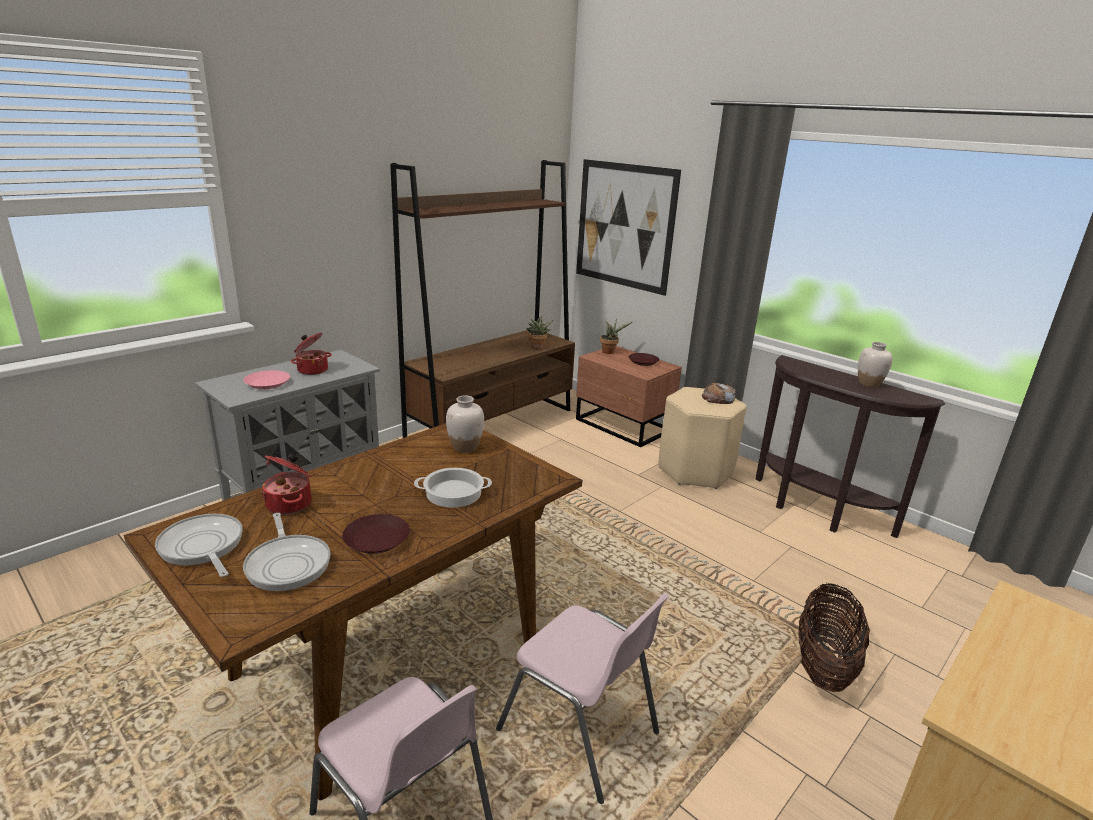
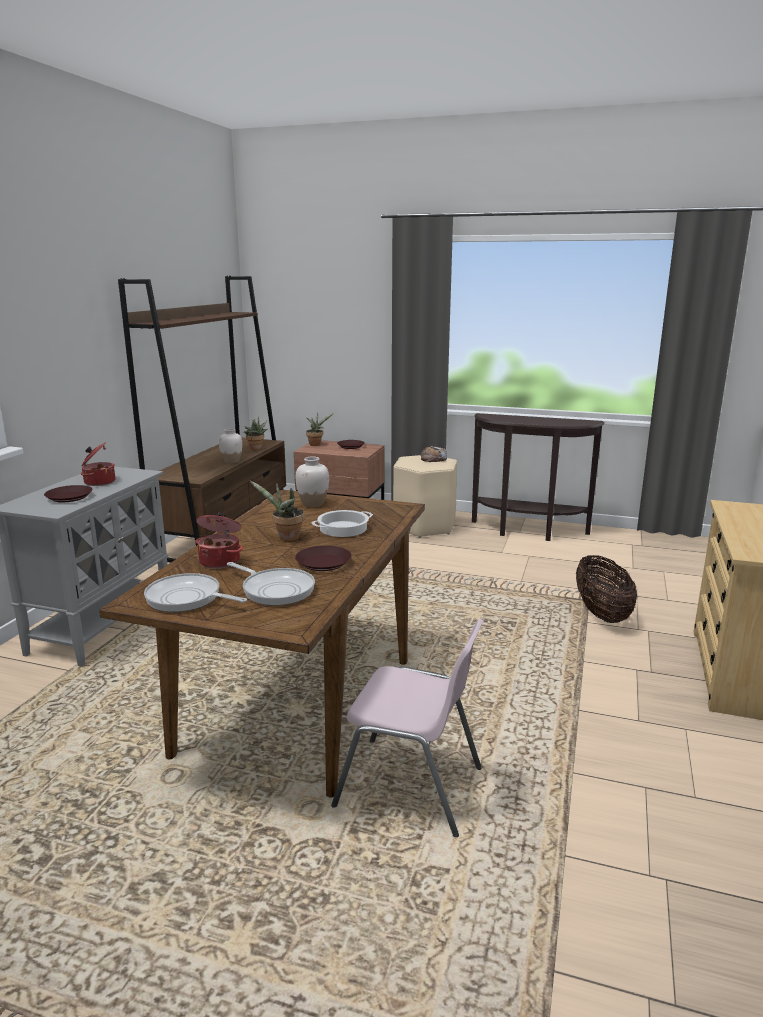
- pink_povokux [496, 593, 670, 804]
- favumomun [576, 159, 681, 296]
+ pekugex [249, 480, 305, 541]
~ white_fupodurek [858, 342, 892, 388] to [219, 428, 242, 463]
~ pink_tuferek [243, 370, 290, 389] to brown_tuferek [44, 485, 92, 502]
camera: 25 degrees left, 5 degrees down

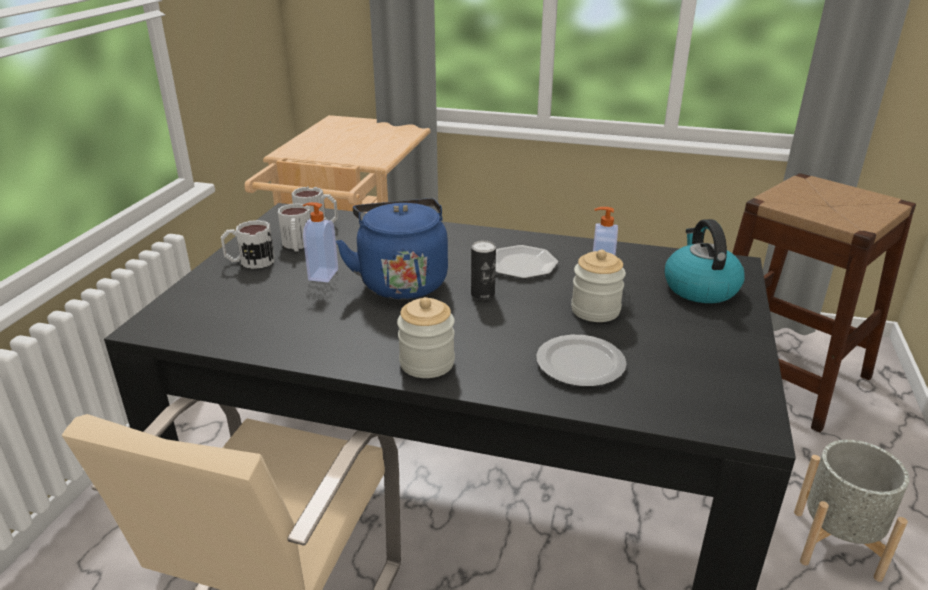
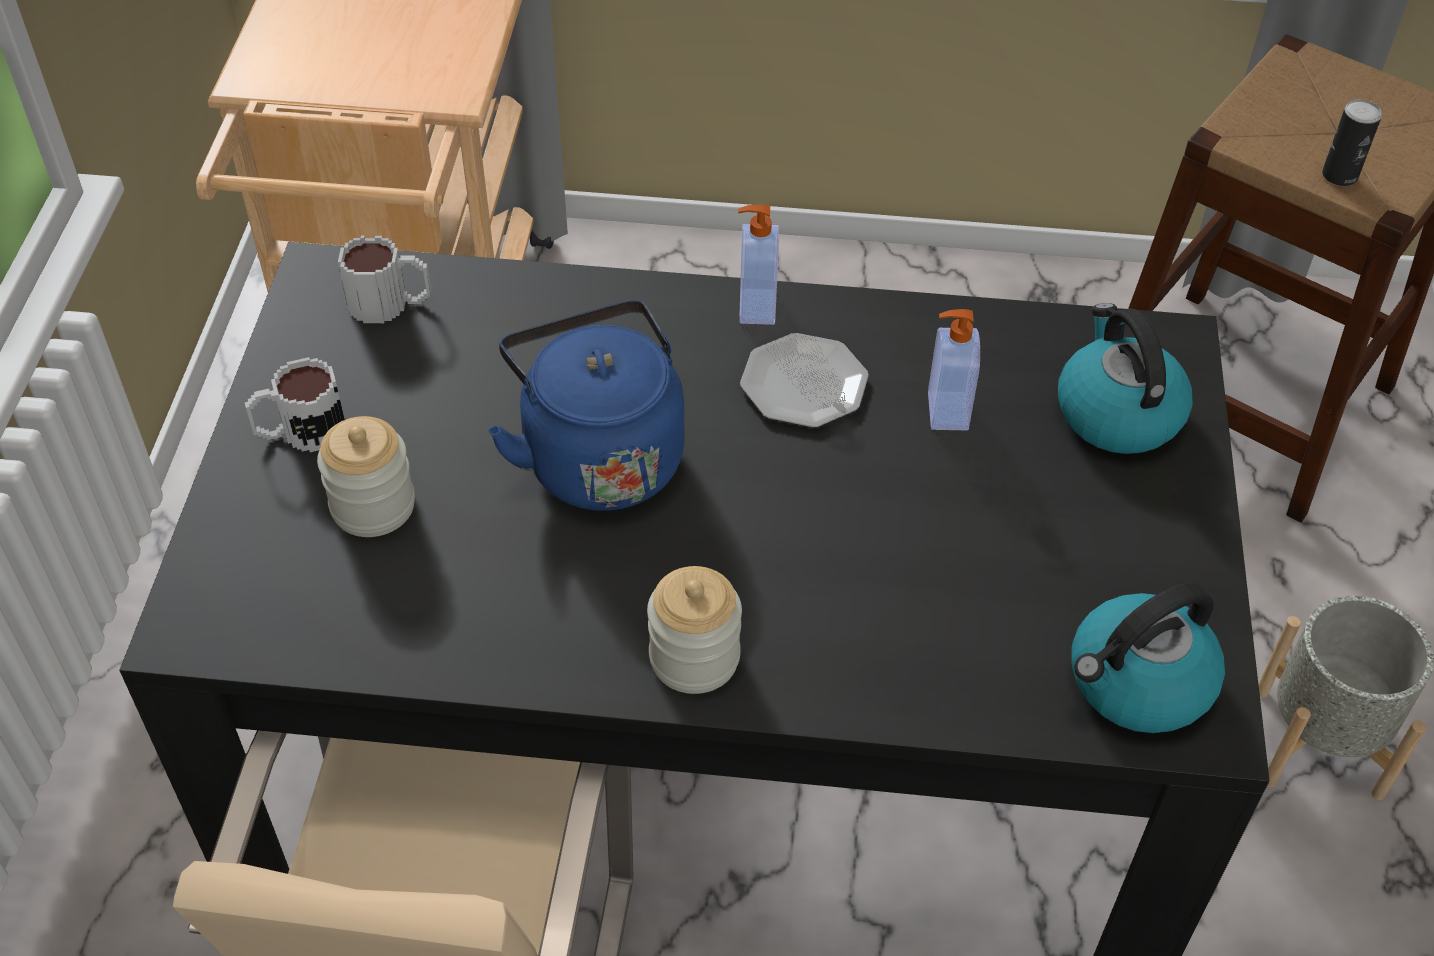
- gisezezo [278, 203, 311, 251]
- tuferek [536, 335, 627, 387]
+ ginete [1072, 583, 1225, 733]
~ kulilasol [303, 202, 338, 282] to [738, 204, 779, 325]
~ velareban [471, 241, 496, 300] to [1322, 99, 1382, 186]
~ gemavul [571, 250, 626, 322] to [317, 416, 415, 537]
camera: 10 degrees left, 20 degrees up

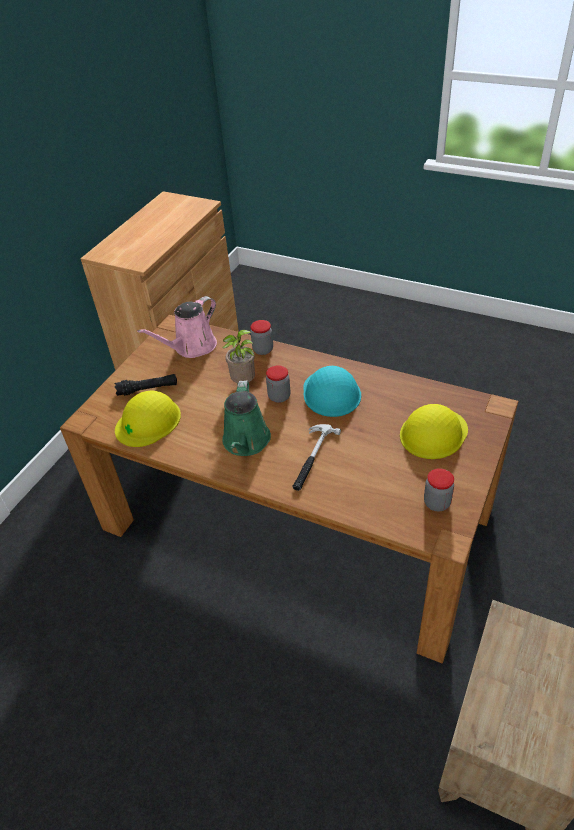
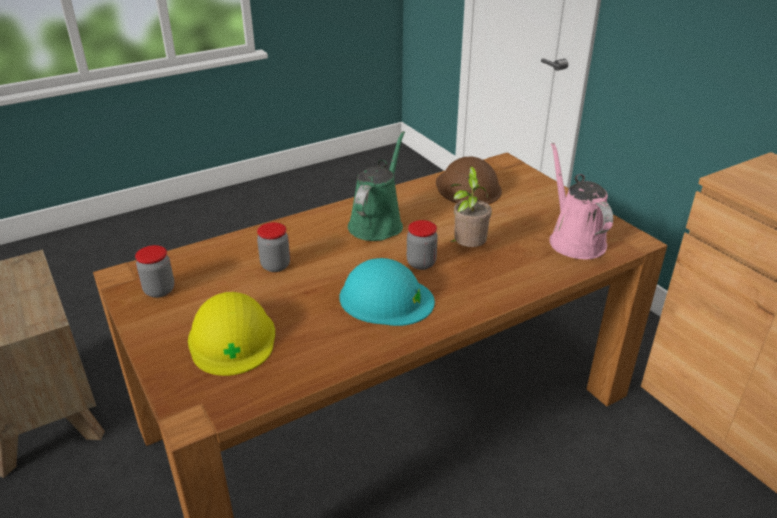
- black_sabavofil [115, 374, 177, 396]
- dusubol [292, 424, 341, 491]
~ gemavul [251, 320, 273, 355] to [257, 222, 290, 272]
~ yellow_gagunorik [115, 391, 181, 447] to brown_gagunorik [436, 157, 502, 204]
~ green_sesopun [222, 380, 271, 456] = [348, 131, 405, 241] 75 degrees clockwise
camera: 120 degrees right, 10 degrees down

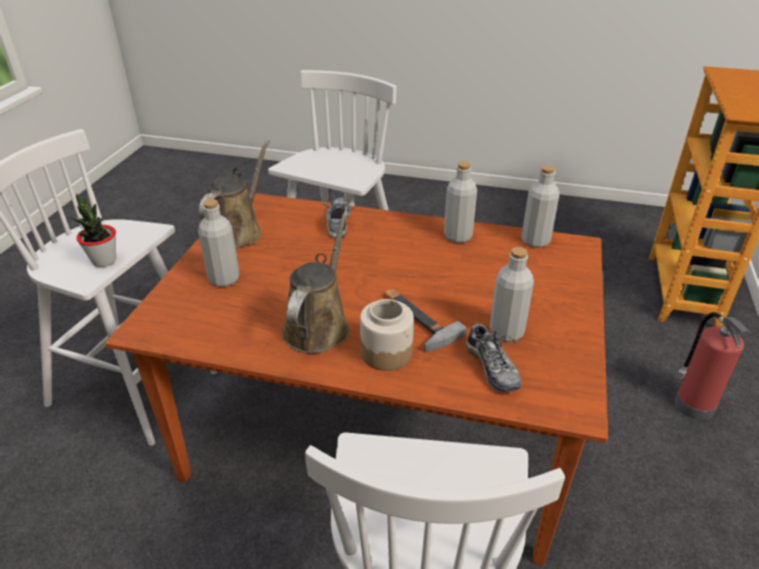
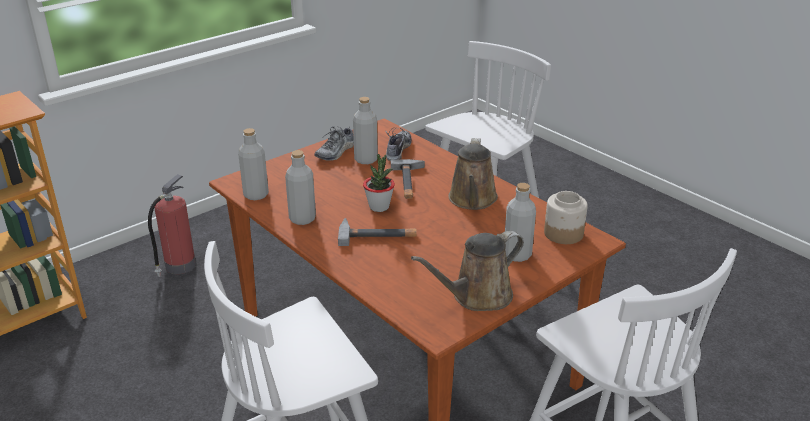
+ dusubol [338, 218, 417, 246]
~ pekugex [72, 193, 116, 267] to [363, 154, 395, 212]
~ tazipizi [321, 196, 355, 238] to [314, 126, 354, 161]
~ gemavul [360, 299, 414, 371] to [544, 191, 588, 244]
~ brown_sesopun [282, 211, 349, 354] = [448, 138, 498, 210] 45 degrees counterclockwise
camera: 145 degrees left, 5 degrees down

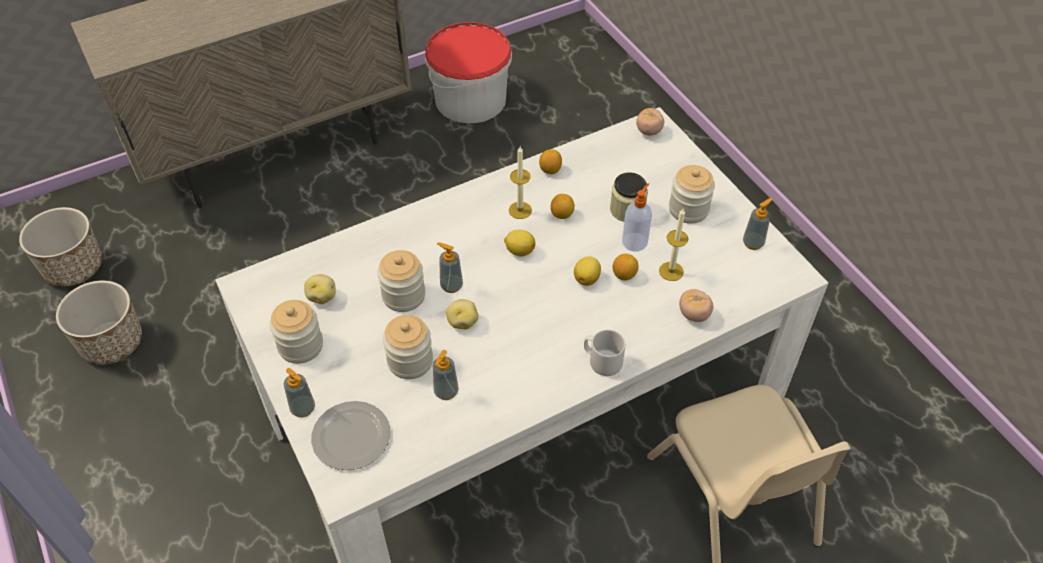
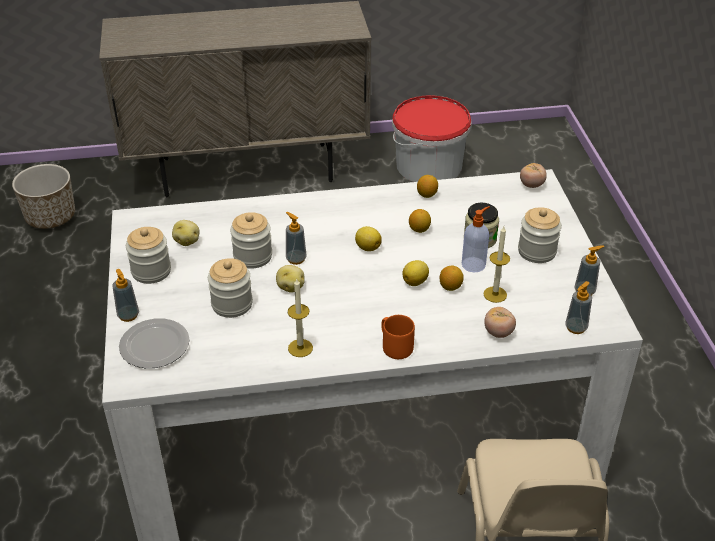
- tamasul [56, 280, 142, 365]
~ kulilasol [433, 350, 459, 400] to [565, 281, 592, 334]
~ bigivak [509, 146, 532, 219] to [288, 279, 313, 357]
~ grey_gisezezo [584, 330, 625, 376] to orange_gisezezo [381, 315, 415, 359]
camera: 20 degrees right, 10 degrees down

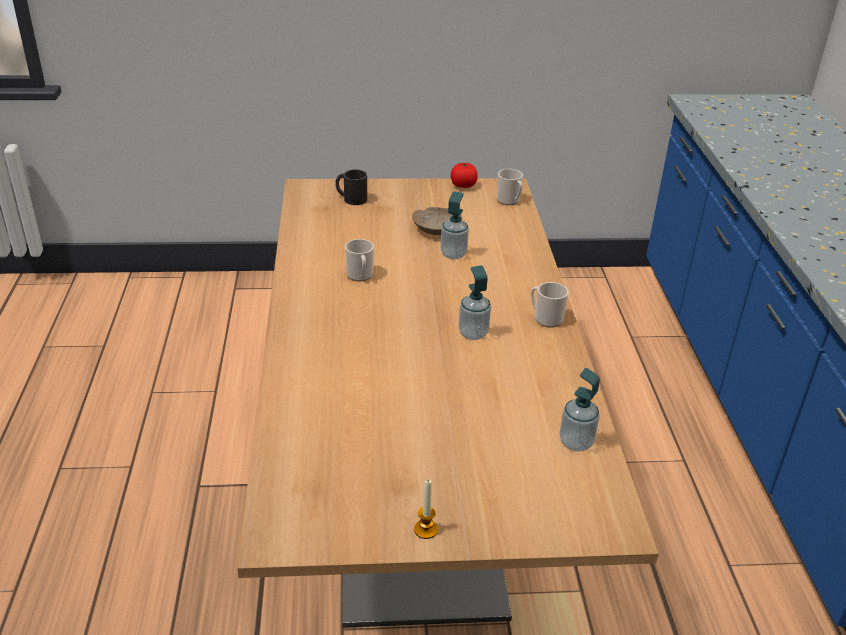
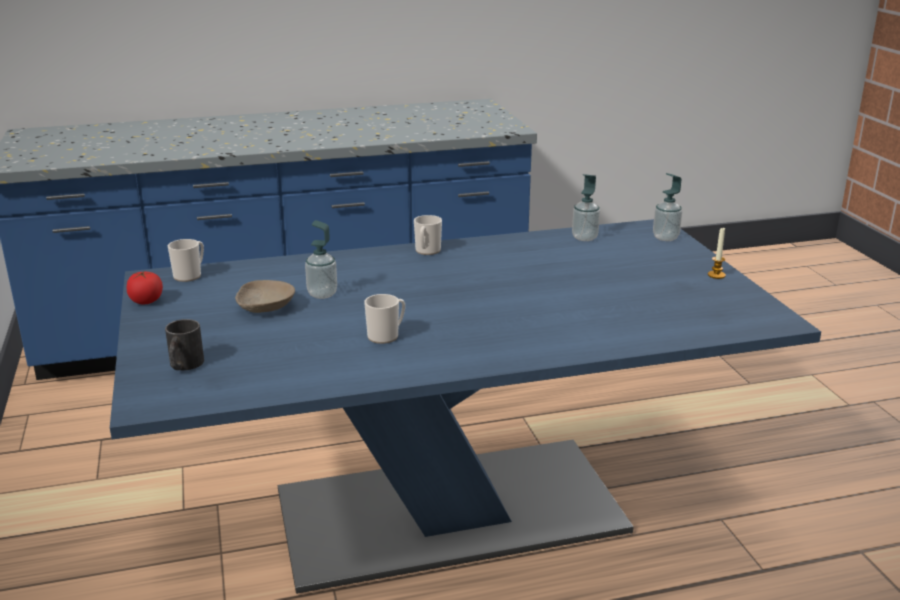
~ kulilasol [459, 265, 491, 340] to [653, 173, 682, 241]
~ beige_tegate [237, 178, 659, 628] to blue_tegate [110, 219, 821, 594]
camera: 100 degrees left, 10 degrees down

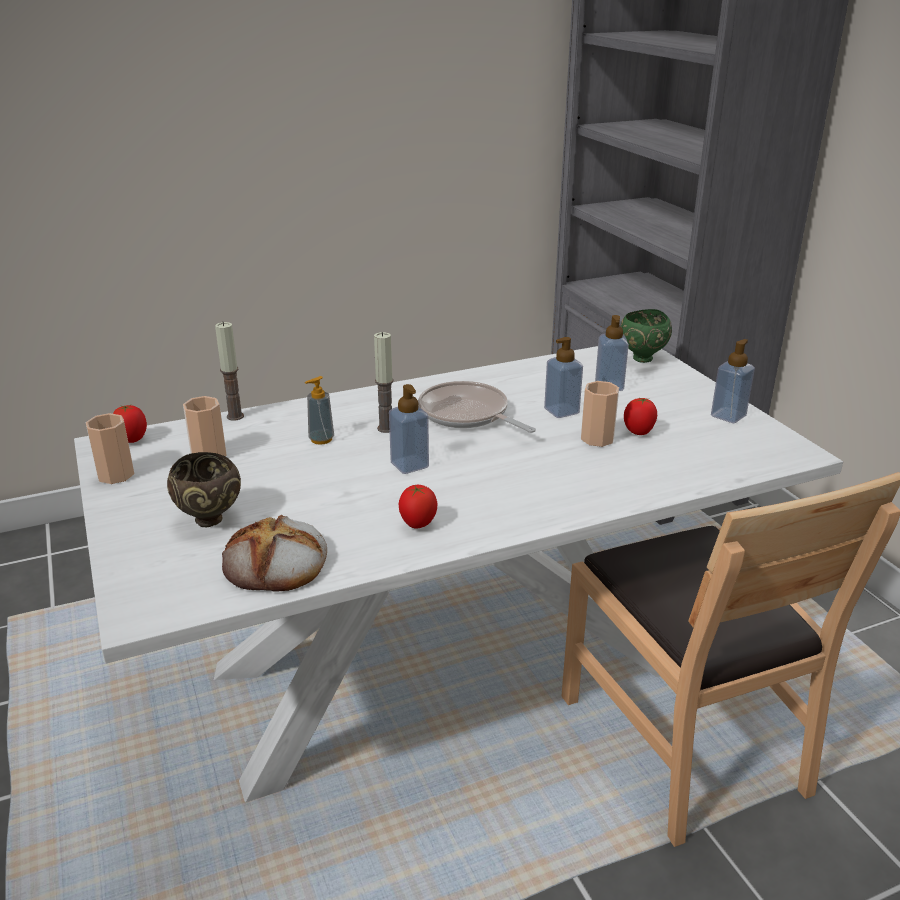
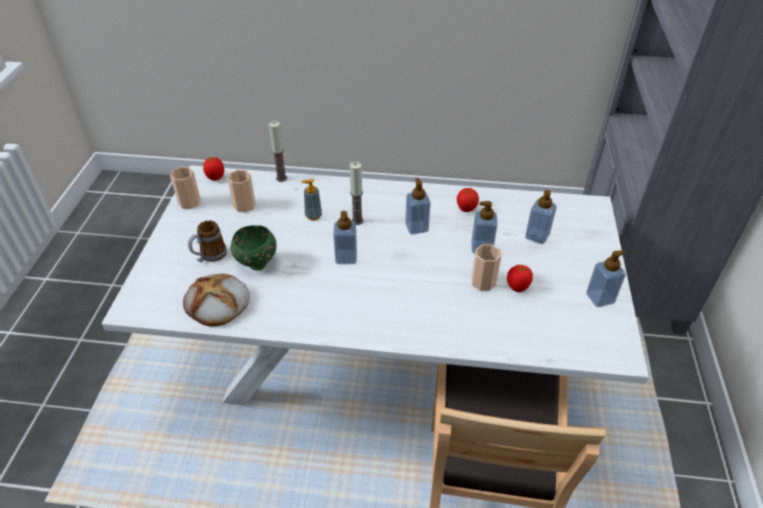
~ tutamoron [398, 485, 437, 529] to [457, 188, 479, 212]
~ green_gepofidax [620, 309, 672, 363] to [231, 225, 277, 270]
~ brown_gepofidax [167, 452, 241, 527] to gisezezo [188, 220, 227, 262]
~ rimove [418, 381, 536, 433] to kulilasol [405, 178, 431, 235]
camera: 30 degrees right, 15 degrees up

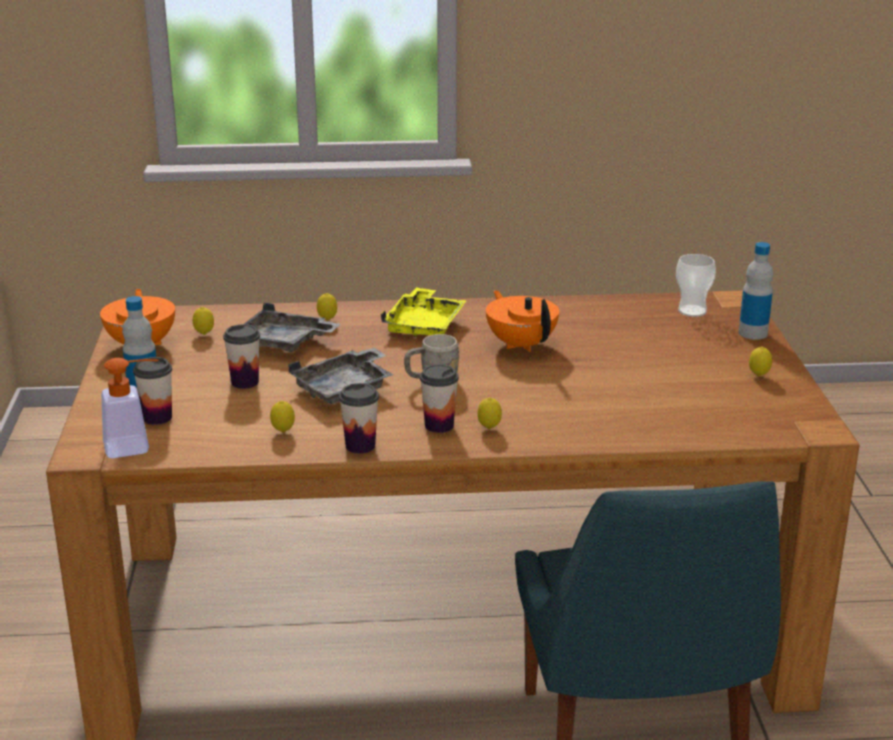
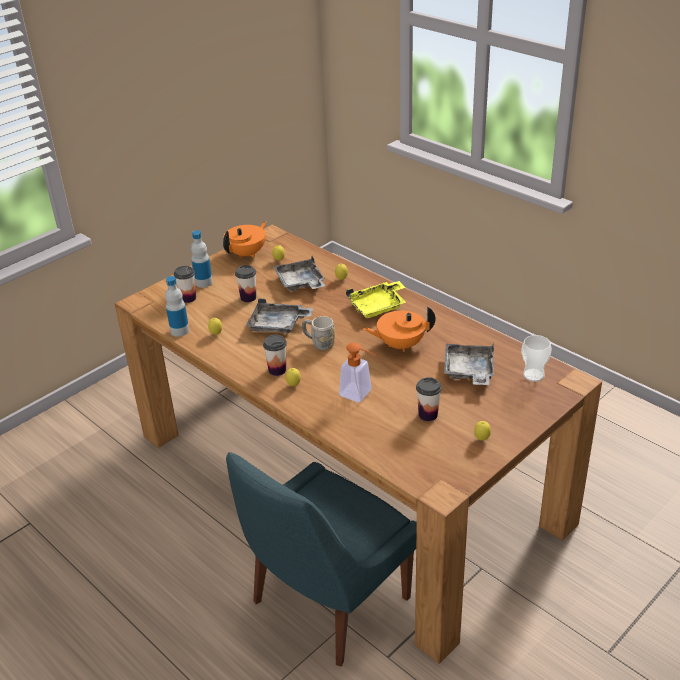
+ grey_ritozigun [444, 343, 494, 385]
~ kulilasol [101, 358, 159, 458] to [339, 343, 376, 402]
~ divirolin [339, 383, 379, 454] to [416, 377, 442, 421]
~ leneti [739, 242, 773, 340] to [165, 276, 189, 337]
~ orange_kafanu [486, 290, 559, 352] = [363, 306, 435, 352] 120 degrees counterclockwise
camera: 50 degrees right, 10 degrees up

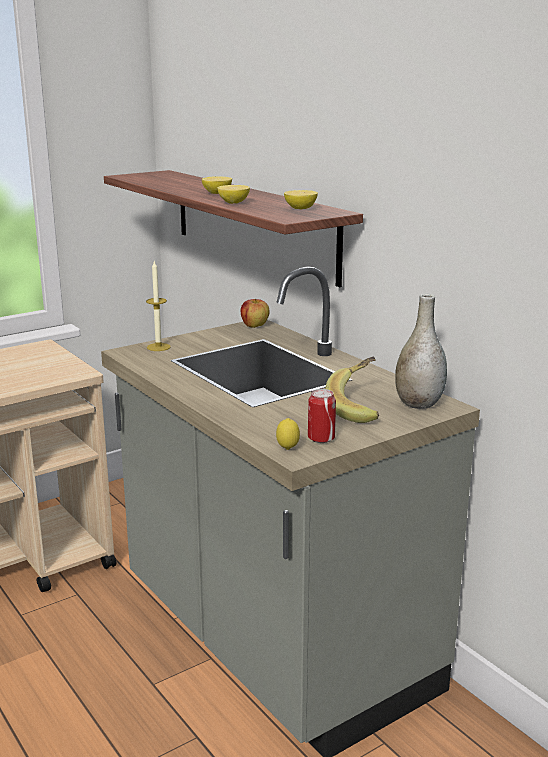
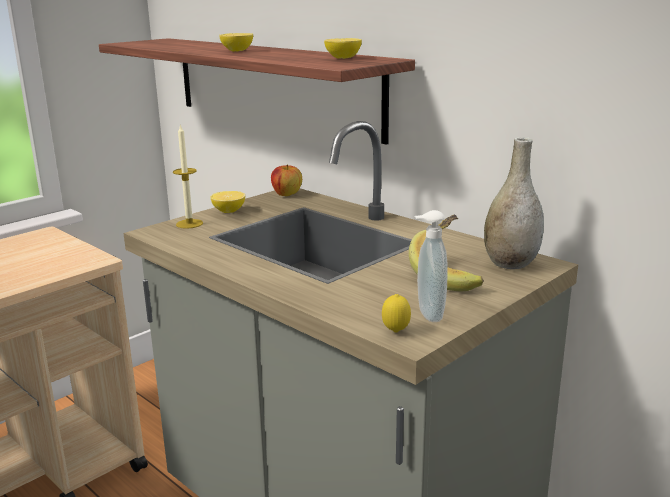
~ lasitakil [217, 185, 250, 204] to [211, 191, 245, 213]
~ velareban [308, 389, 336, 443] to kulilasol [414, 210, 448, 322]
camera: 10 degrees left, 0 degrees up

